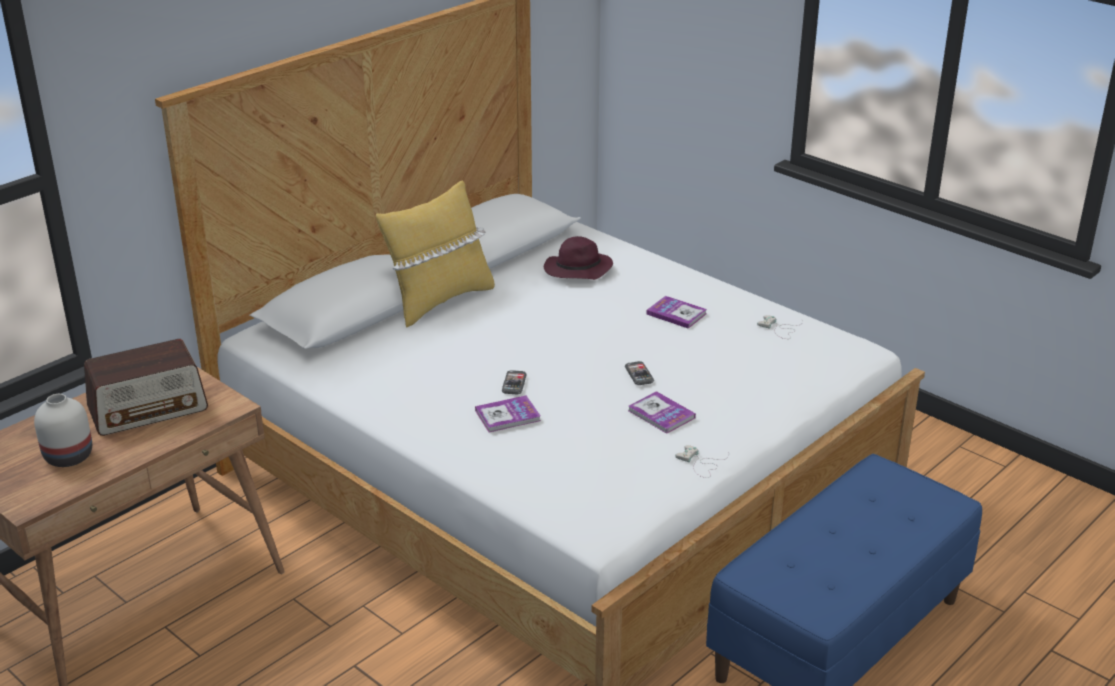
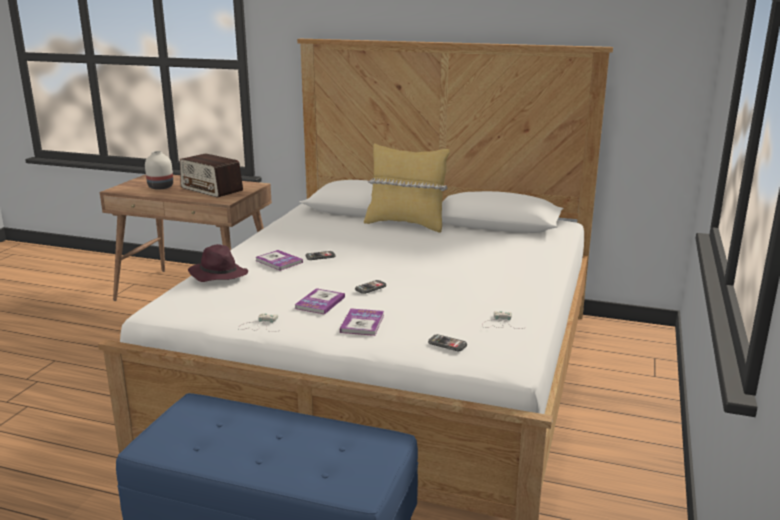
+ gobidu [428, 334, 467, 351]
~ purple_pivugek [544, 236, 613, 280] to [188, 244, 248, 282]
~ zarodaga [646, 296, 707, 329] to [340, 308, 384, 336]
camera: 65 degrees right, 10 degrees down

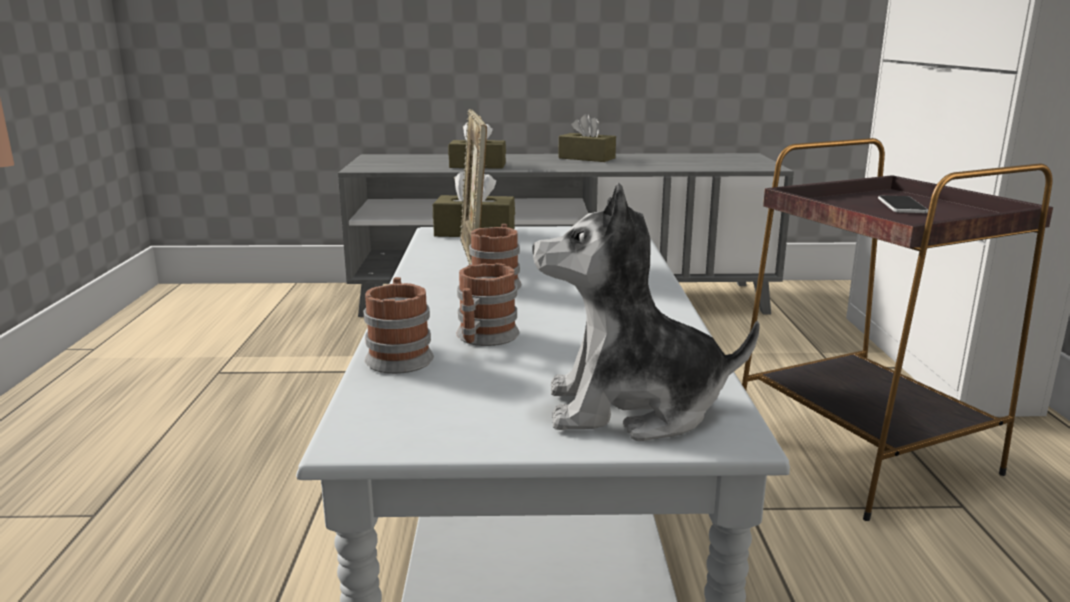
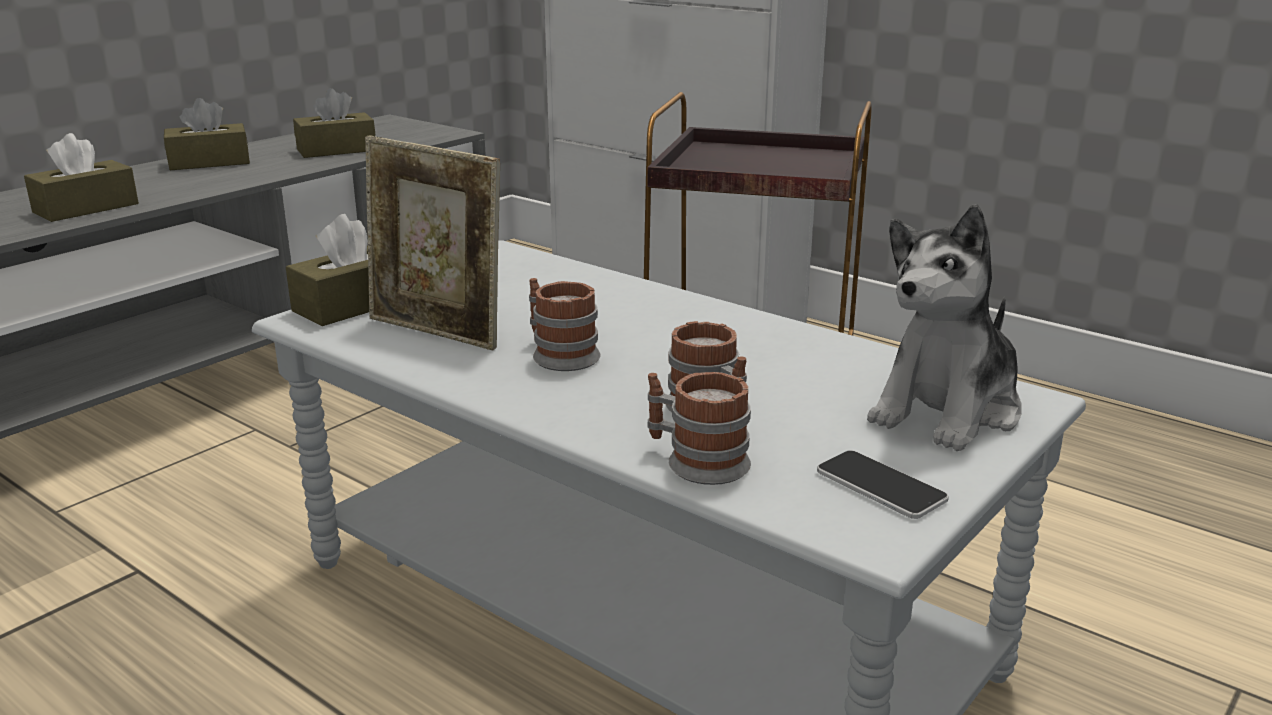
+ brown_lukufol [293, 88, 375, 158]
~ gobidu [878, 195, 928, 213] to [817, 450, 949, 519]
camera: 50 degrees left, 5 degrees up

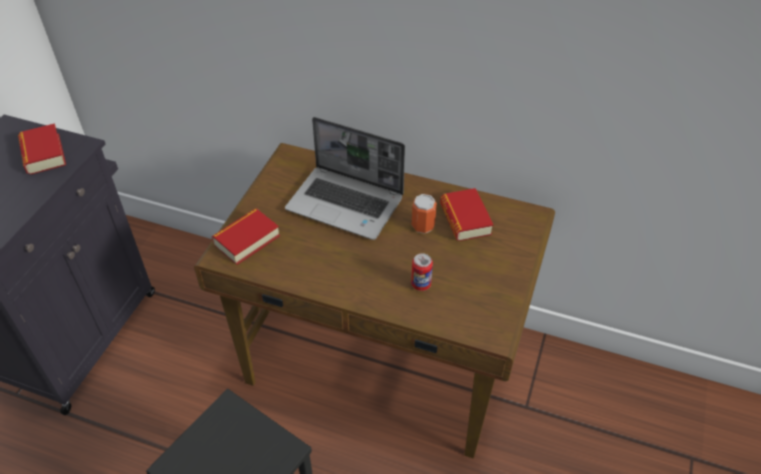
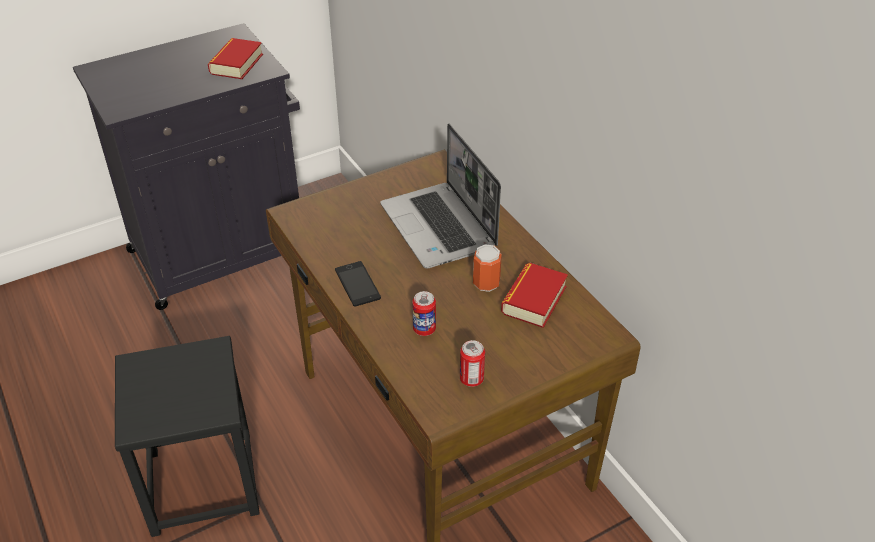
- zarodaga [212, 208, 280, 265]
+ gobidu [335, 261, 381, 307]
+ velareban [460, 340, 485, 387]
camera: 40 degrees right, 5 degrees down

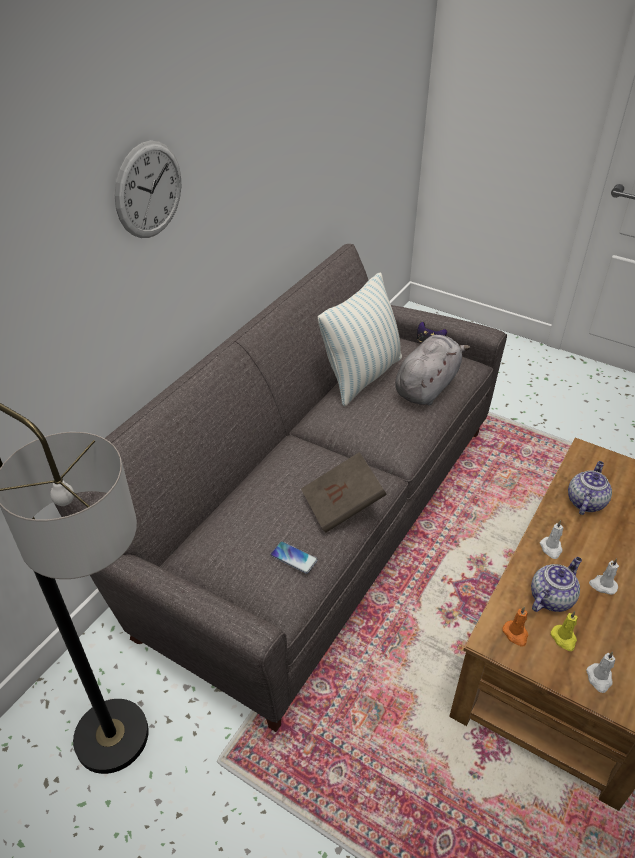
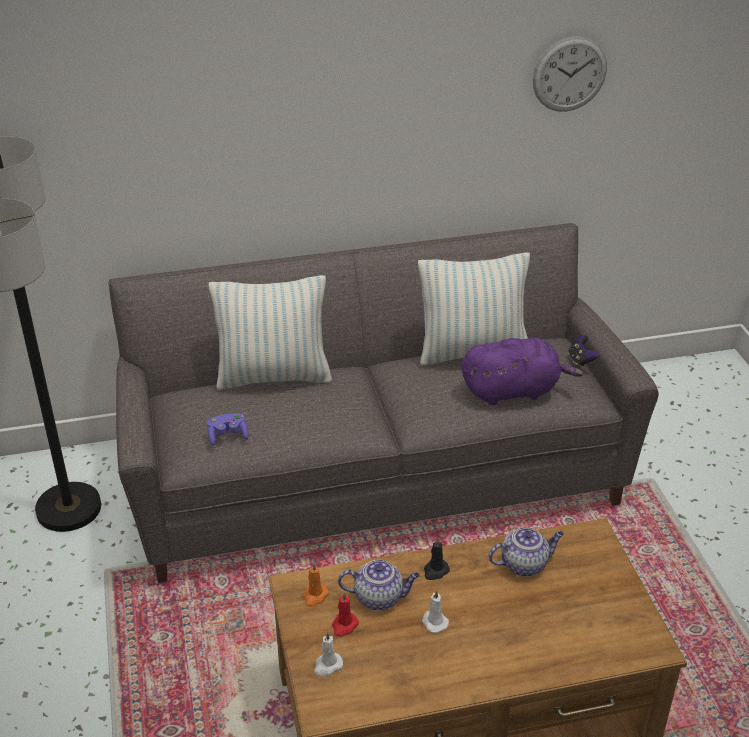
- brown_zarodaga [301, 452, 387, 533]
+ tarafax [208, 275, 332, 390]
~ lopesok [115, 140, 181, 238] to [533, 36, 607, 112]
~ gobidu [270, 541, 318, 574] to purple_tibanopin [207, 414, 249, 445]
~ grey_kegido [395, 335, 470, 405] to purple_kegido [462, 338, 583, 405]
~ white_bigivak [540, 520, 563, 559] to black_bigivak [424, 538, 450, 580]
~ yellow_bigivak [551, 611, 578, 651] to red_bigivak [332, 592, 359, 637]
camera: 45 degrees right, 5 degrees down

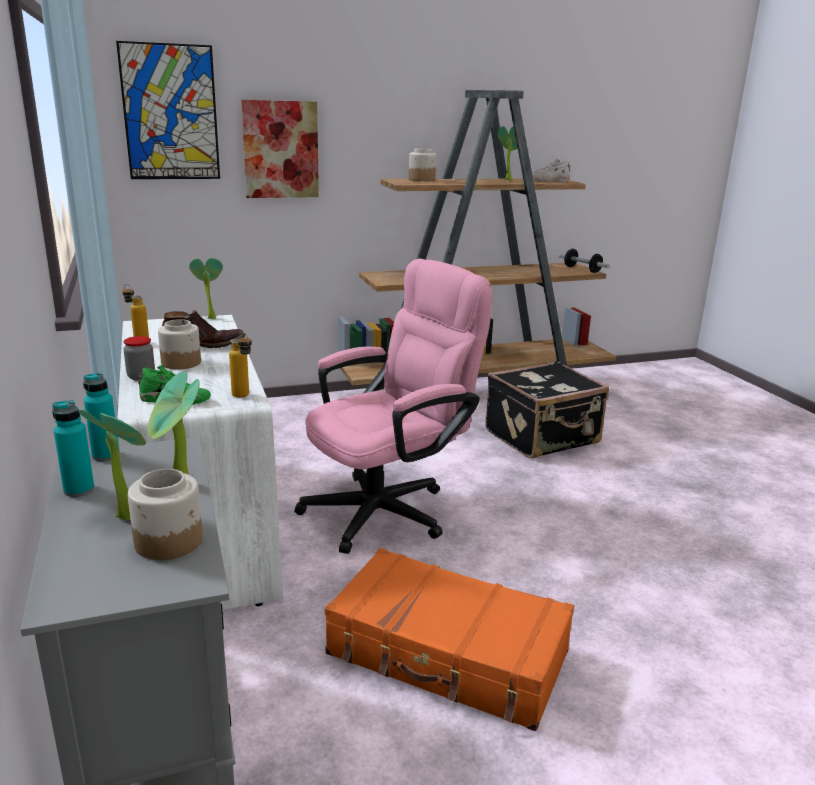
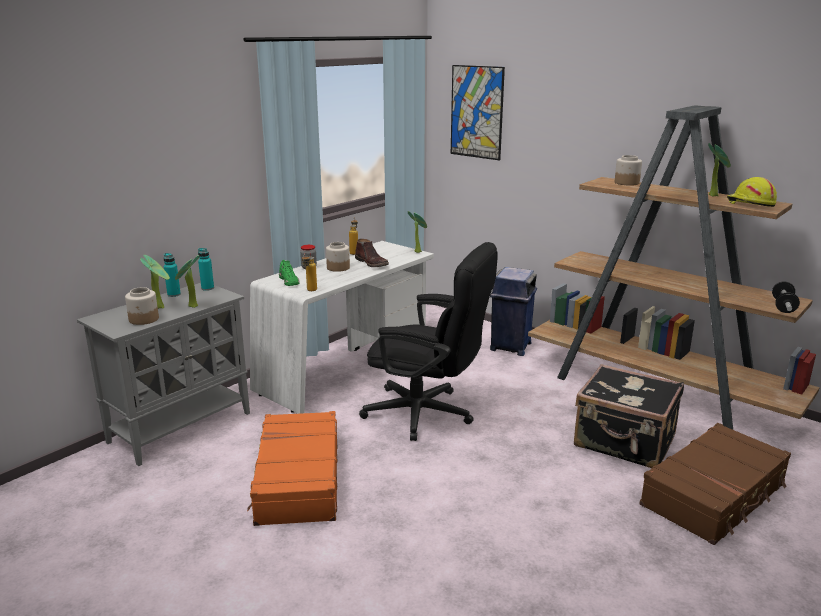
- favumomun [241, 100, 319, 198]
+ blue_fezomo [490, 267, 537, 356]
+ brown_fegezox [639, 423, 791, 545]
~ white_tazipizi [532, 158, 570, 182] to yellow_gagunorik [727, 177, 777, 207]
~ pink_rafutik [294, 259, 492, 554] to black_rafutik [359, 242, 498, 441]
camera: 60 degrees right, 0 degrees up

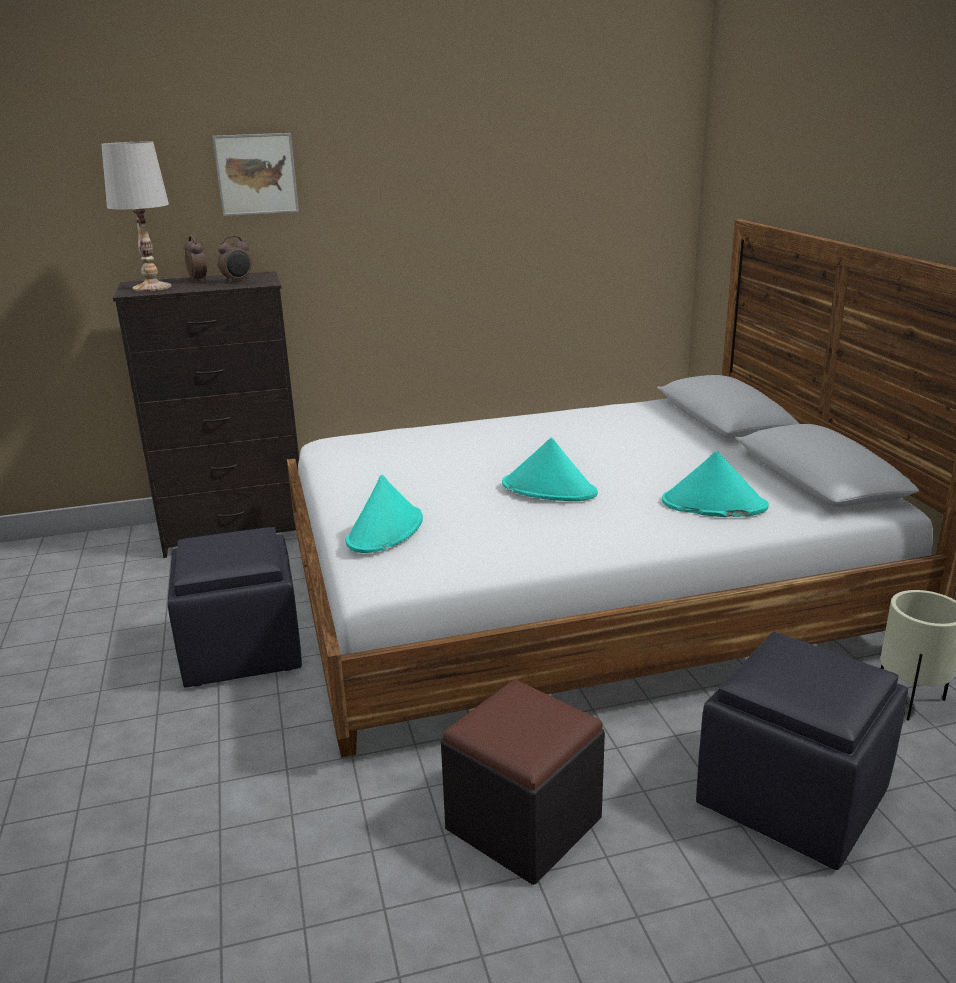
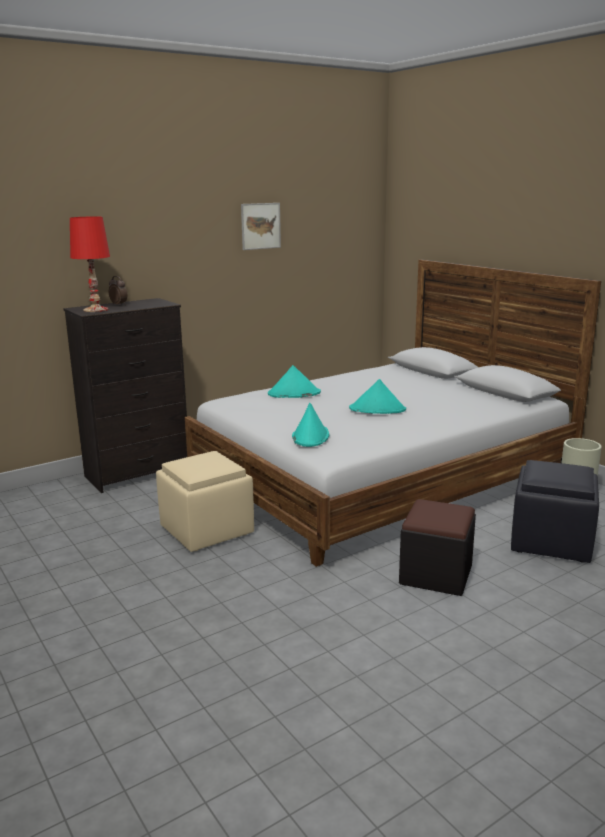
- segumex [218, 236, 252, 283]
~ favumomun [213, 133, 299, 216] to [241, 203, 281, 250]
~ turquoise_pivugek [662, 451, 769, 517] to [268, 365, 321, 398]
~ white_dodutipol [101, 141, 171, 292] to red_dodutipol [70, 217, 110, 312]
~ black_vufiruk [168, 527, 302, 687] to beige_vufiruk [156, 451, 254, 552]
camera: 20 degrees left, 5 degrees down

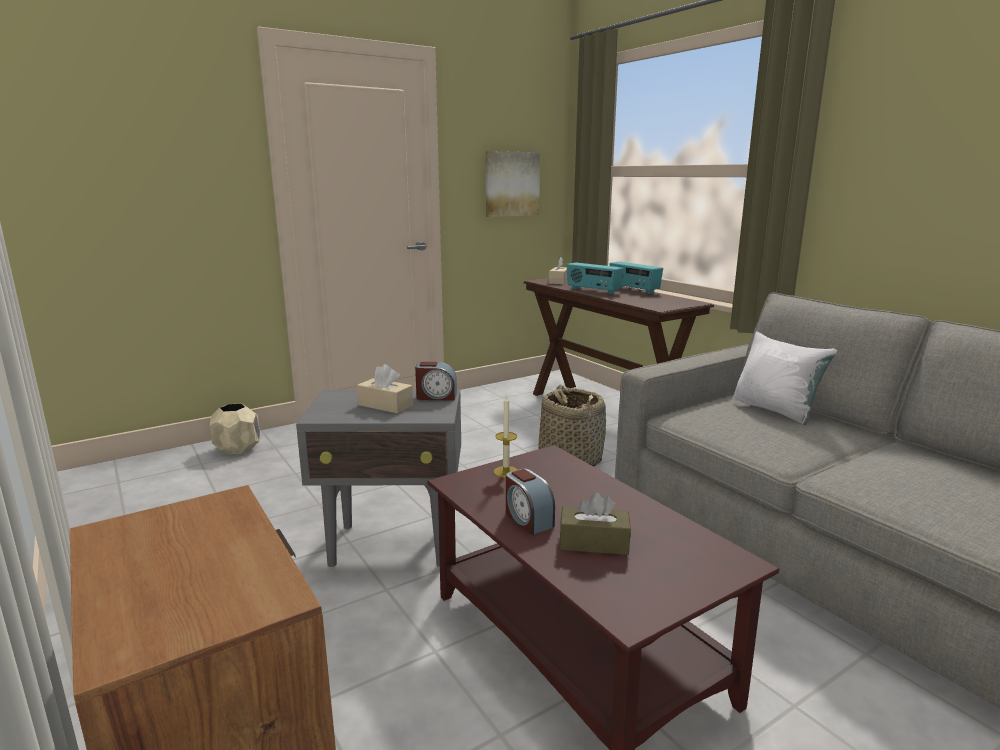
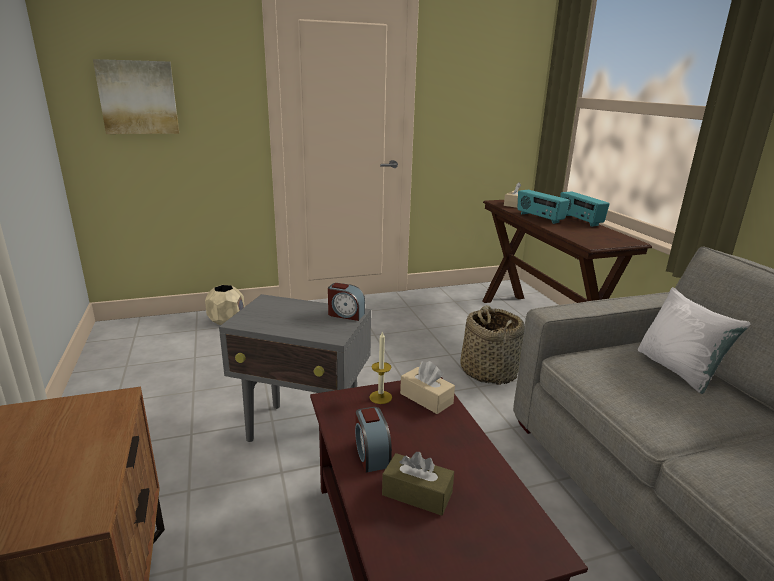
~ beige_lukufol [357, 364, 413, 413] to [400, 361, 455, 414]
~ favumomun [485, 151, 540, 217] to [93, 59, 179, 134]
camera: 15 degrees right, 5 degrees up

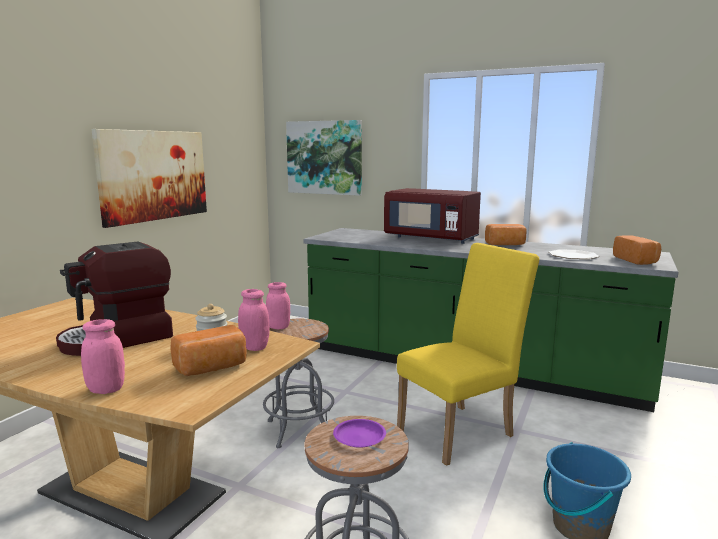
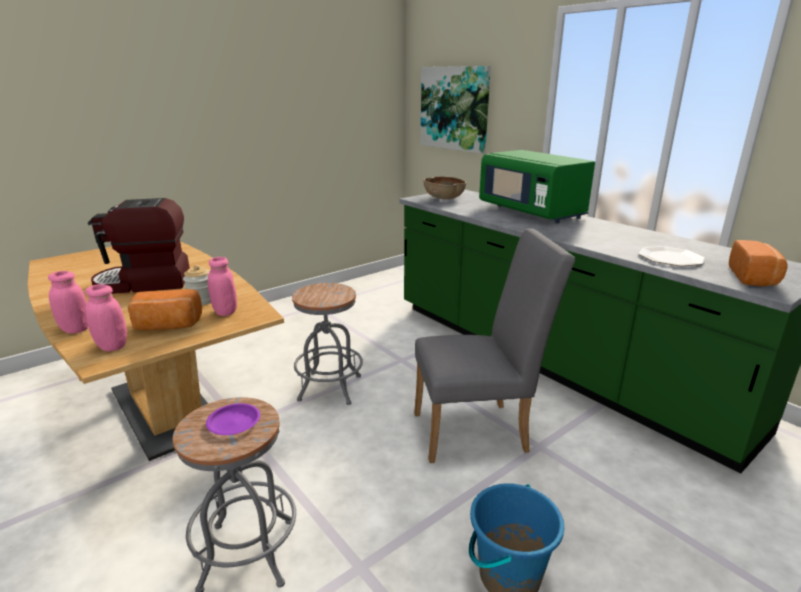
- favumomun [91, 129, 207, 228]
- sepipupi [485, 224, 527, 245]
+ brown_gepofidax [424, 176, 466, 200]
~ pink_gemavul [266, 282, 290, 329] to [85, 284, 127, 351]
~ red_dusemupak [384, 188, 481, 244] to green_dusemupak [479, 150, 595, 223]
~ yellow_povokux [397, 243, 539, 466] to grey_povokux [414, 228, 575, 463]
camera: 25 degrees right, 10 degrees up

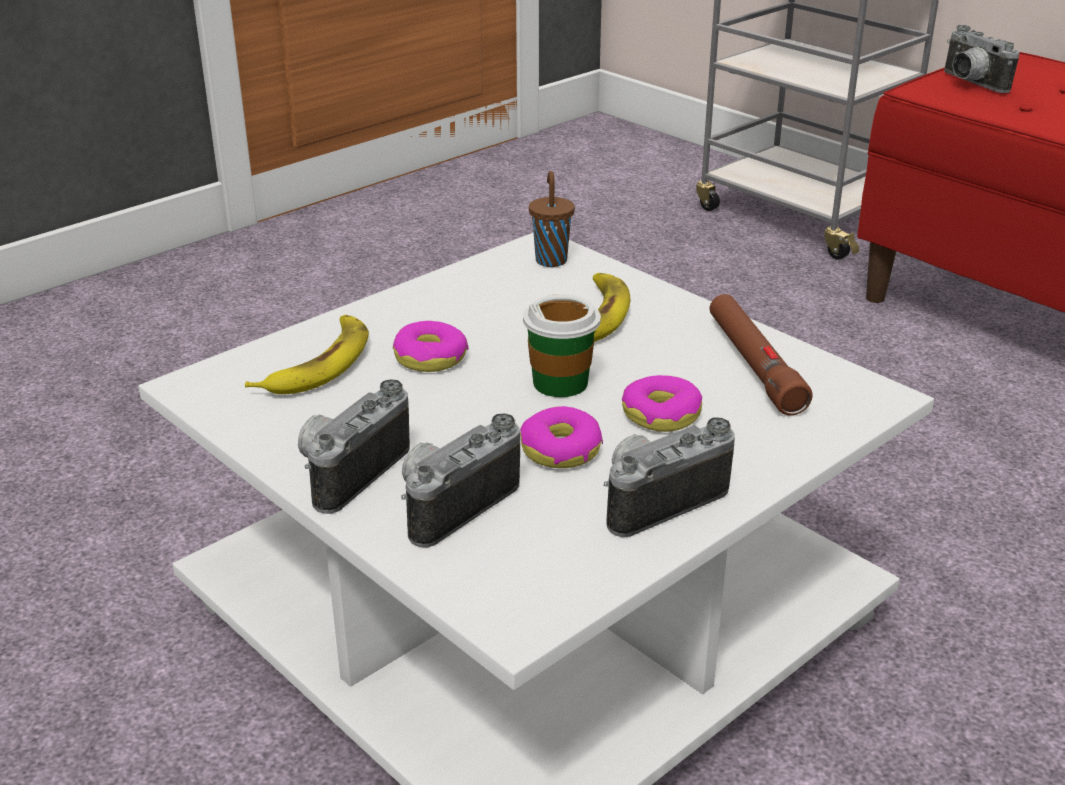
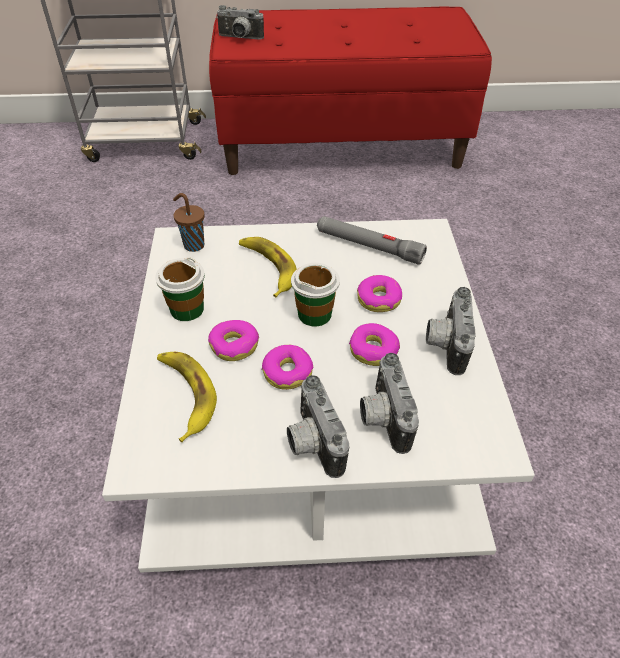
+ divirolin [155, 257, 205, 321]
+ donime [262, 345, 313, 390]
~ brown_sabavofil [710, 294, 813, 415] to grey_sabavofil [317, 216, 427, 265]
camera: 50 degrees left, 15 degrees up

